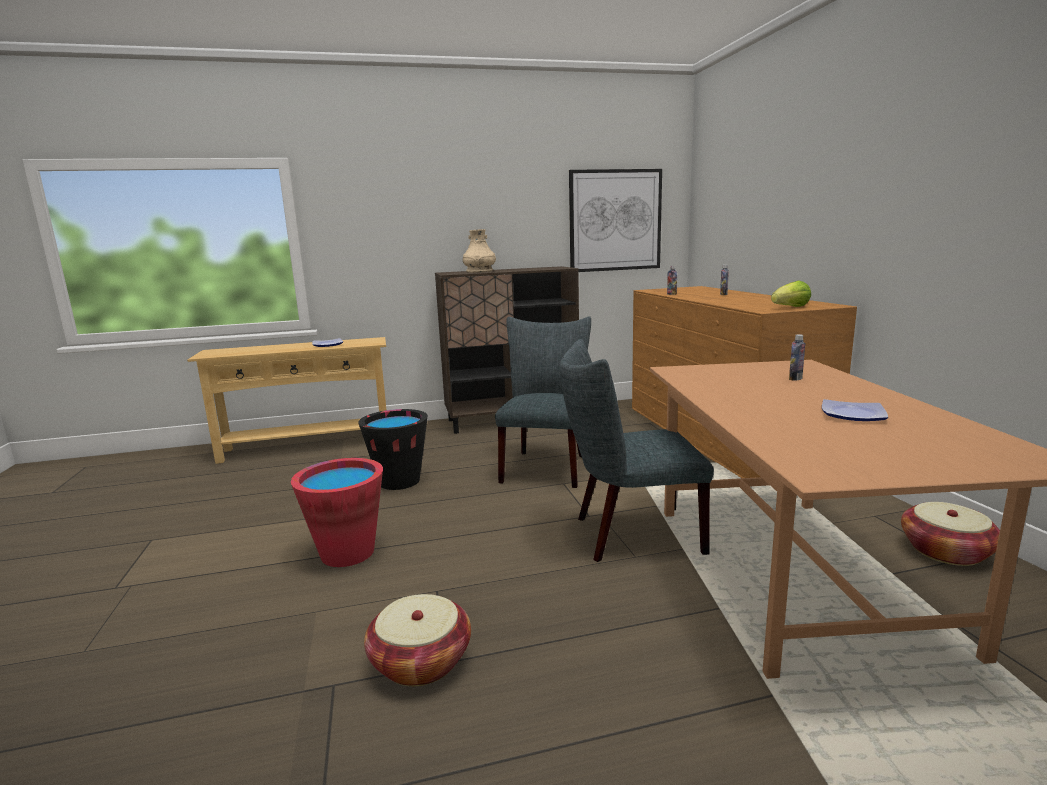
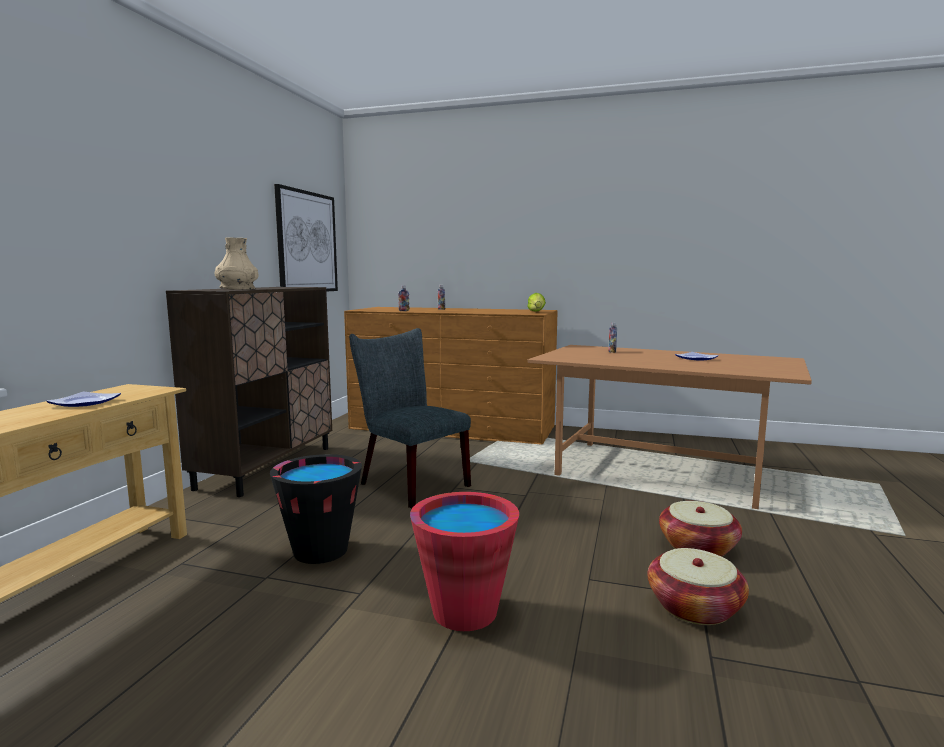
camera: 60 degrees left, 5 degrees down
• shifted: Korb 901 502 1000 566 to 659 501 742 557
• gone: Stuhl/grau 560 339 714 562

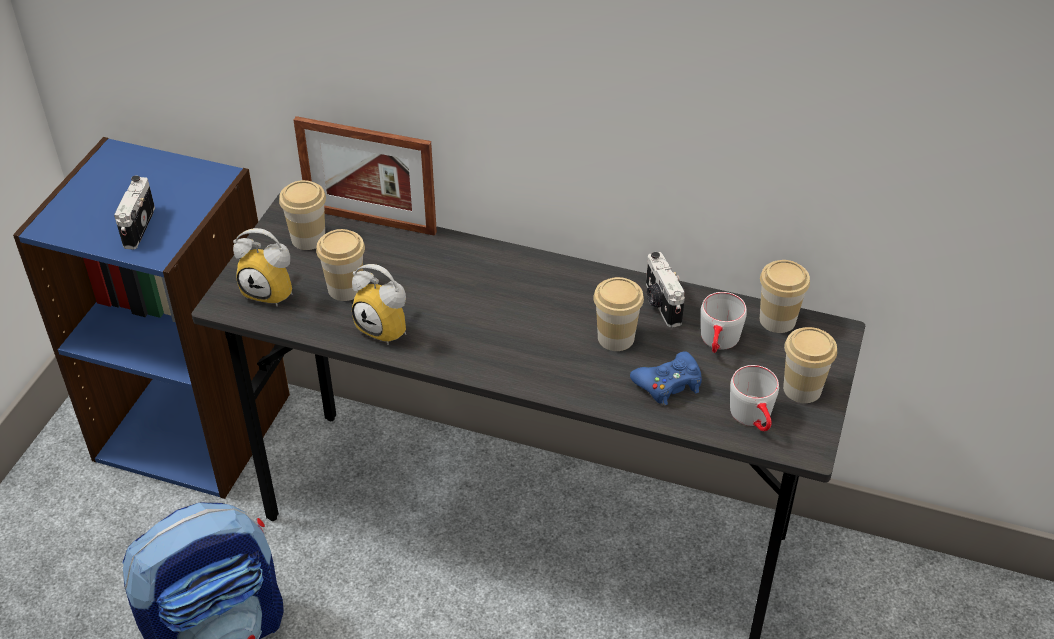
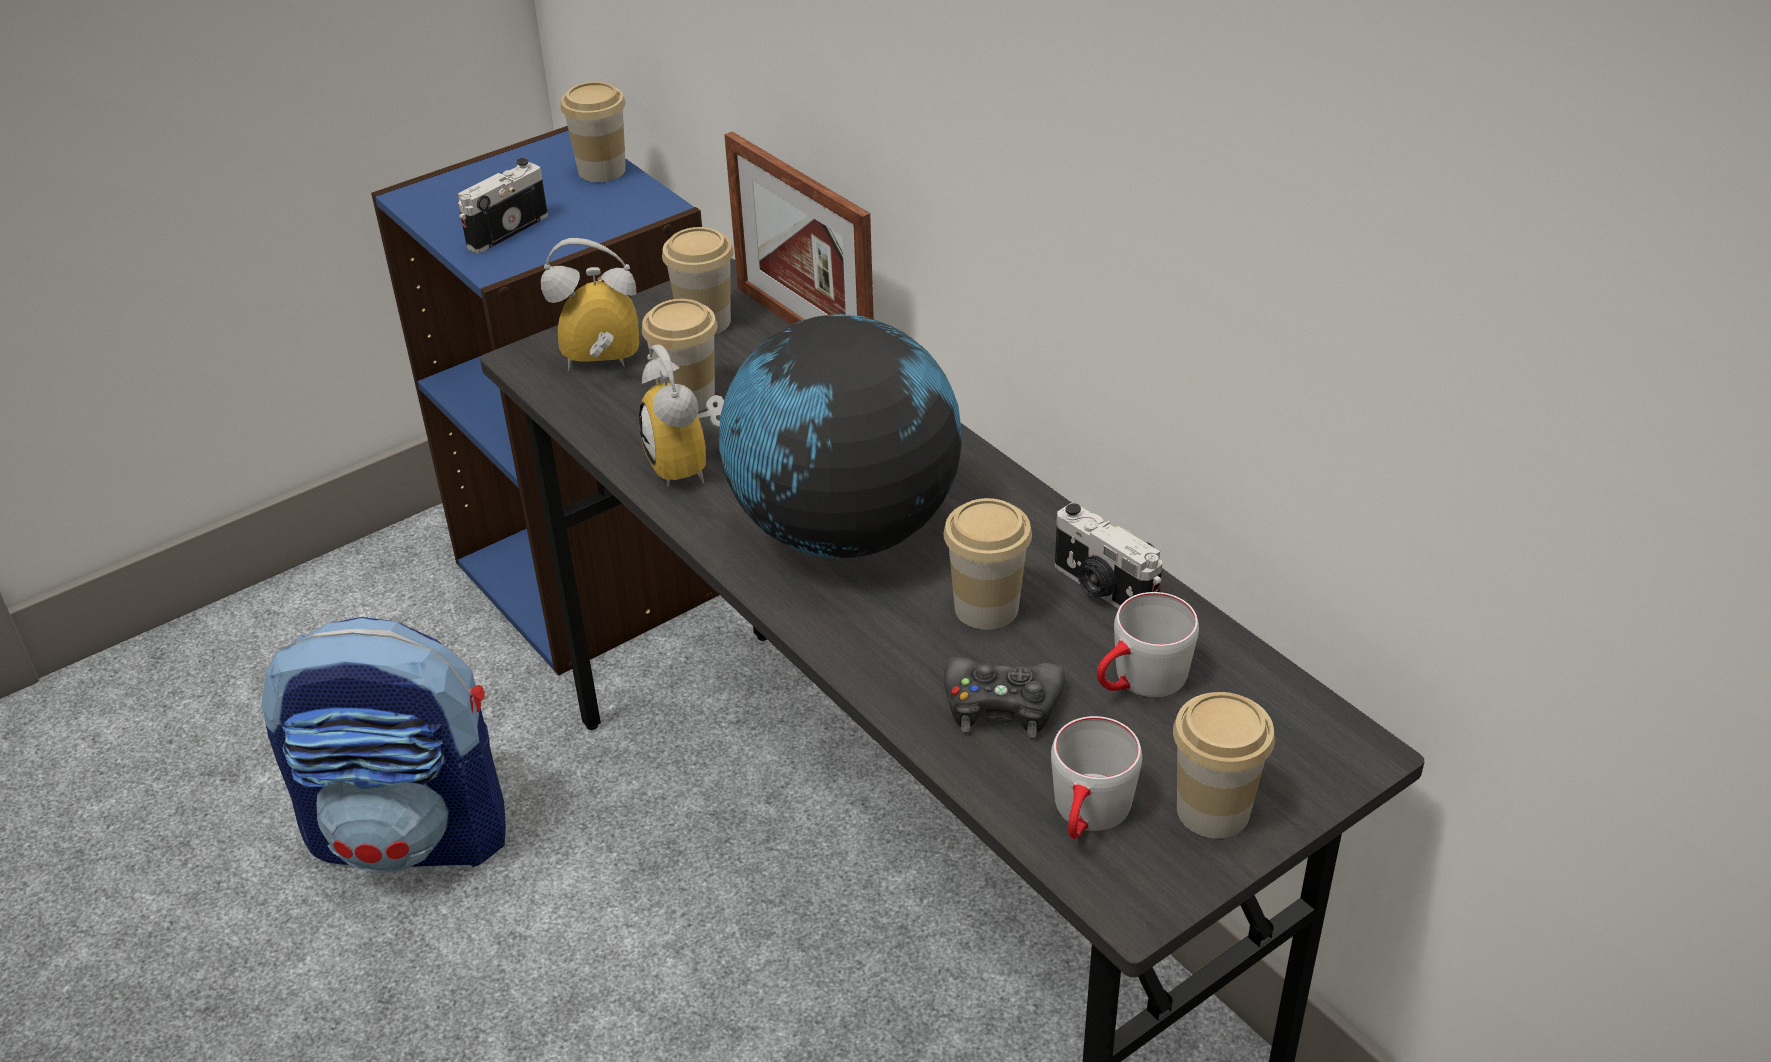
camera: 35 degrees right, 5 degrees down
• rotated: Wecker 233 228 293 306 = 541 238 639 370 120 degrees clockwise
• shifted: Tasse 760 260 810 333 to 561 82 626 182
• new: Globus 719 314 962 558
• repainted: Gamepad/blau 630 351 702 406 to Gamepad/schwarz 944 657 1065 737
• rotated: Kamera 646 252 685 328 = 1055 503 1162 609 60 degrees counterclockwise

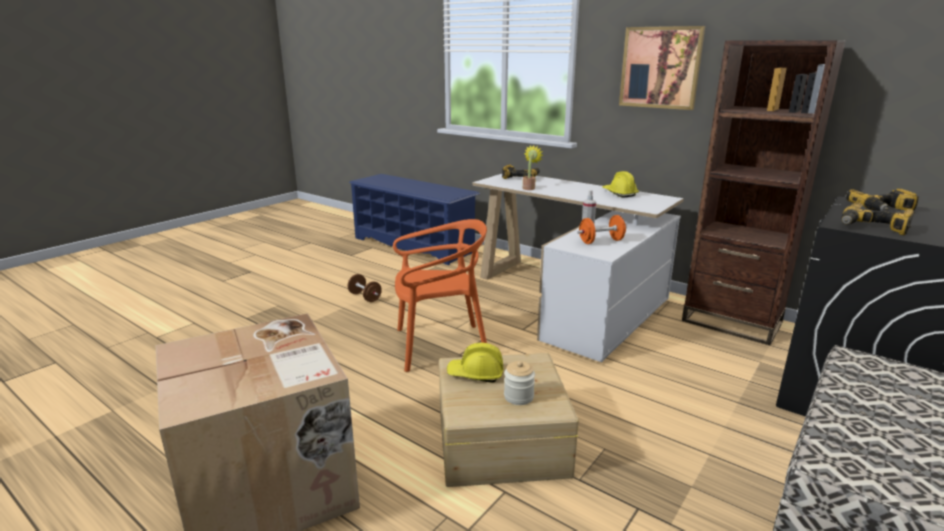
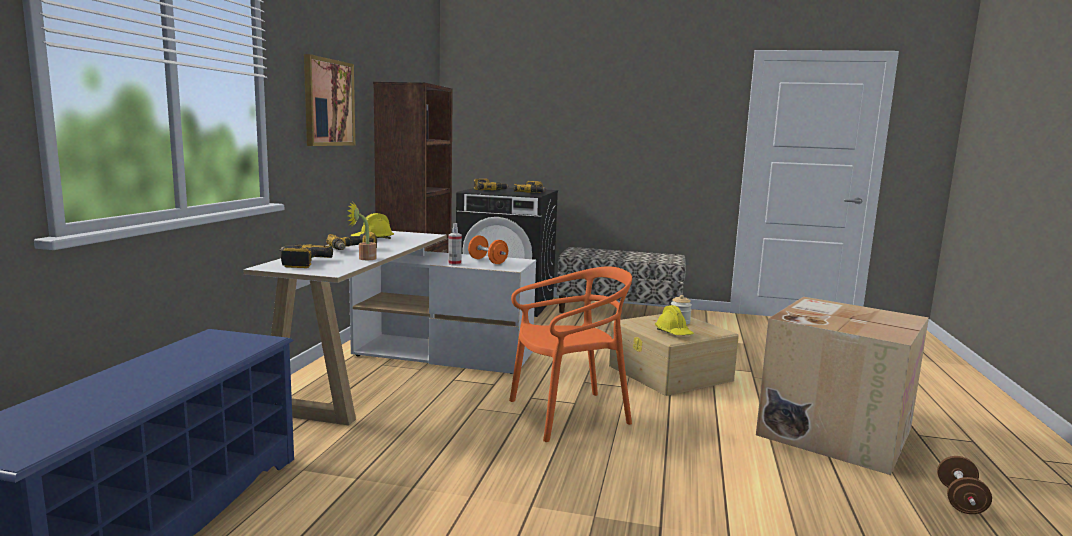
camera: 115 degrees left, 10 degrees down
• new: Bohrmaschine 326 231 377 250
• rotated: Stuhl/orange 393 219 487 372 = 509 266 632 442 105 degrees clockwise
• shifted: Hantel/braun 348 274 382 302 to 937 456 992 514

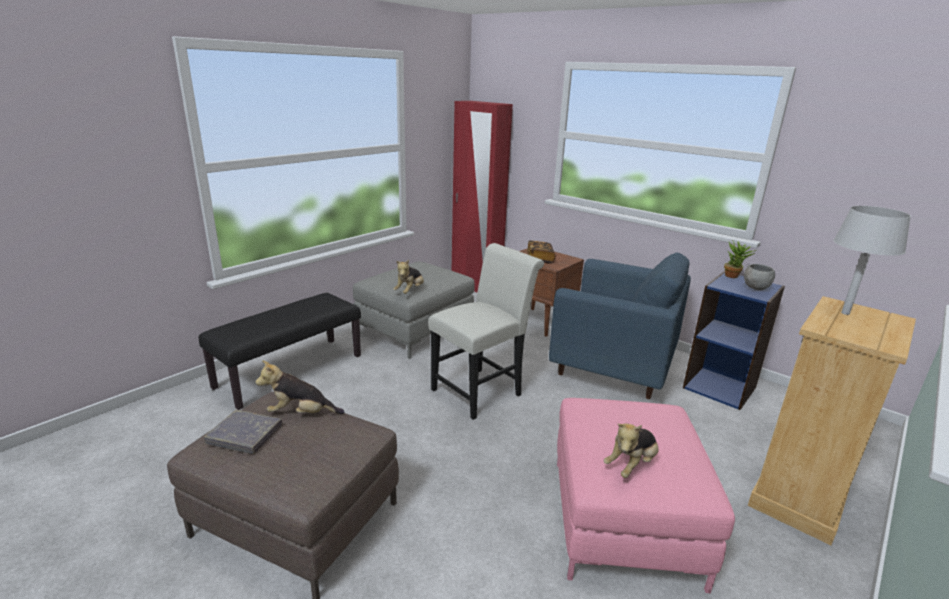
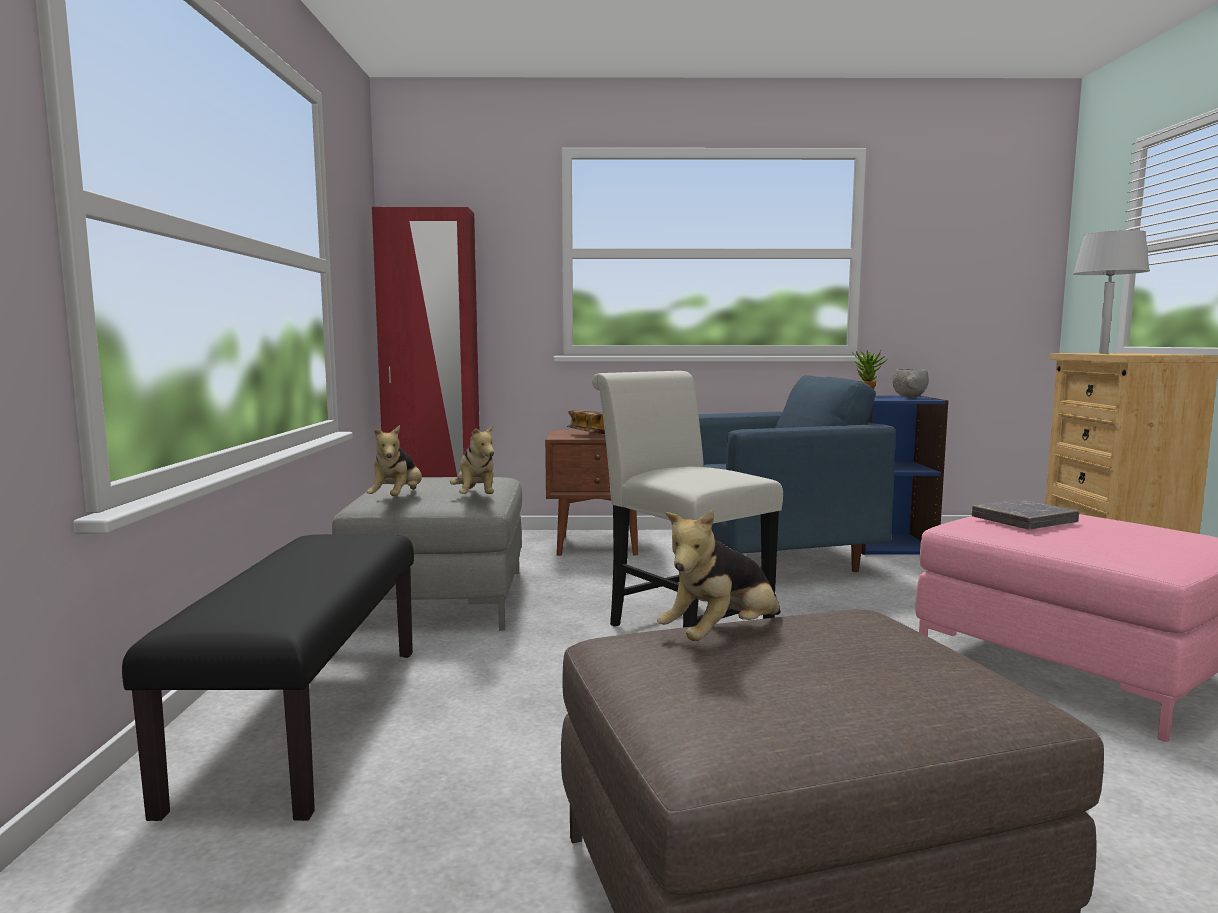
camera: 40 degrees left, 15 degrees down
• shifted: Plüschtier 603 423 659 478 to 367 425 422 496
• rotated: Stuhl/weiß 428 243 544 420 = 592 371 783 628 45 degrees counterclockwise
• shifted: Buch/grau 204 410 283 454 to 972 499 1079 529

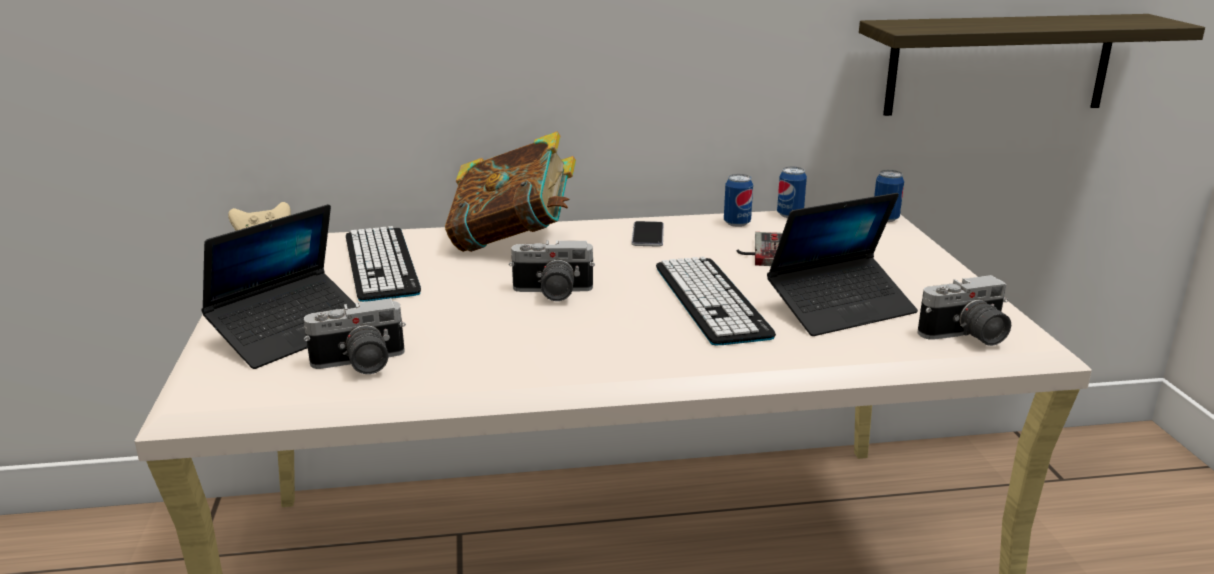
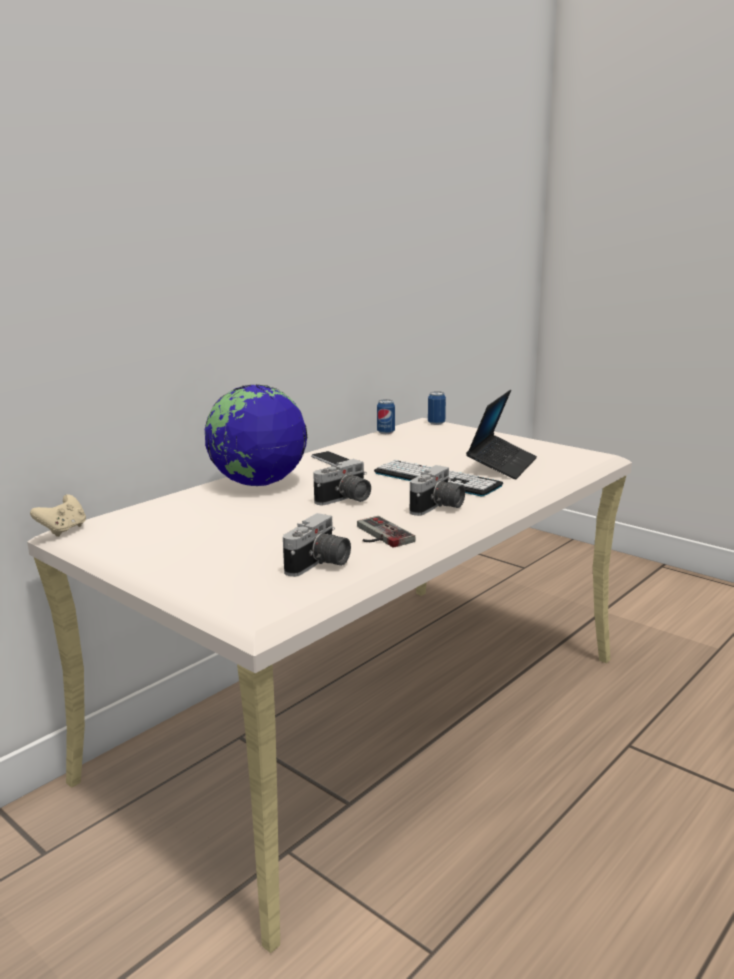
camera: 40 degrees left, 5 degrees down
• swapped: Buch 445 131 576 252 to Globus 205 384 307 486
• shifted: Gamepad 737 232 782 266 to 357 516 416 548
• shifted: Kamera 917 275 1011 346 to 410 465 465 516
• gone: Laptop 201 204 356 369
• gone: Tastatur 346 226 421 302
• gone: Dose 724 174 753 227
• gone: Wandregal 859 14 1205 116

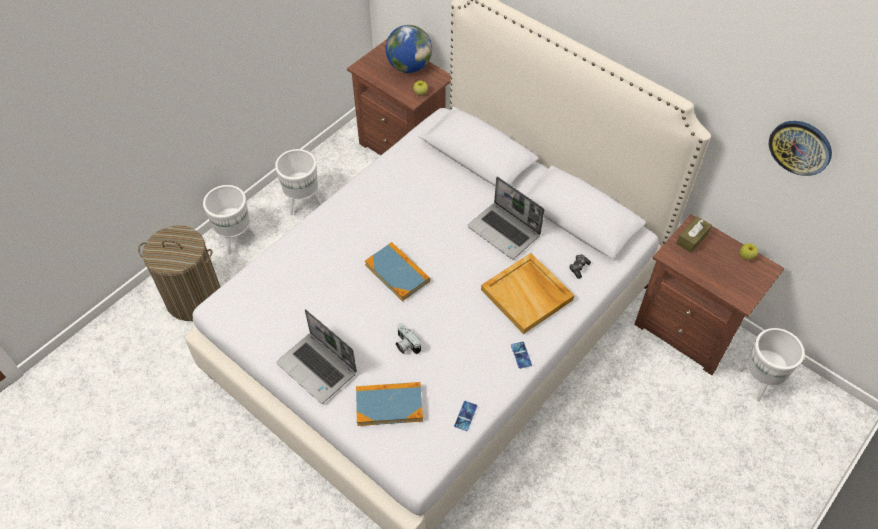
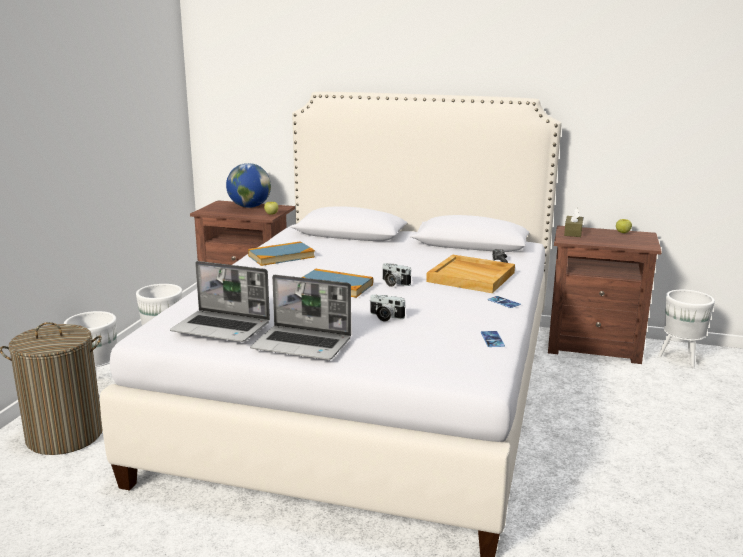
camera: 25 degrees left, 35 degrees down
• shifted: Laptop 467 176 544 259 to 170 261 270 342
• shifted: Buch 356 382 423 426 to 248 241 315 266
• new: Kamera 382 263 411 287
• gone: Wanduhr 769 121 832 176

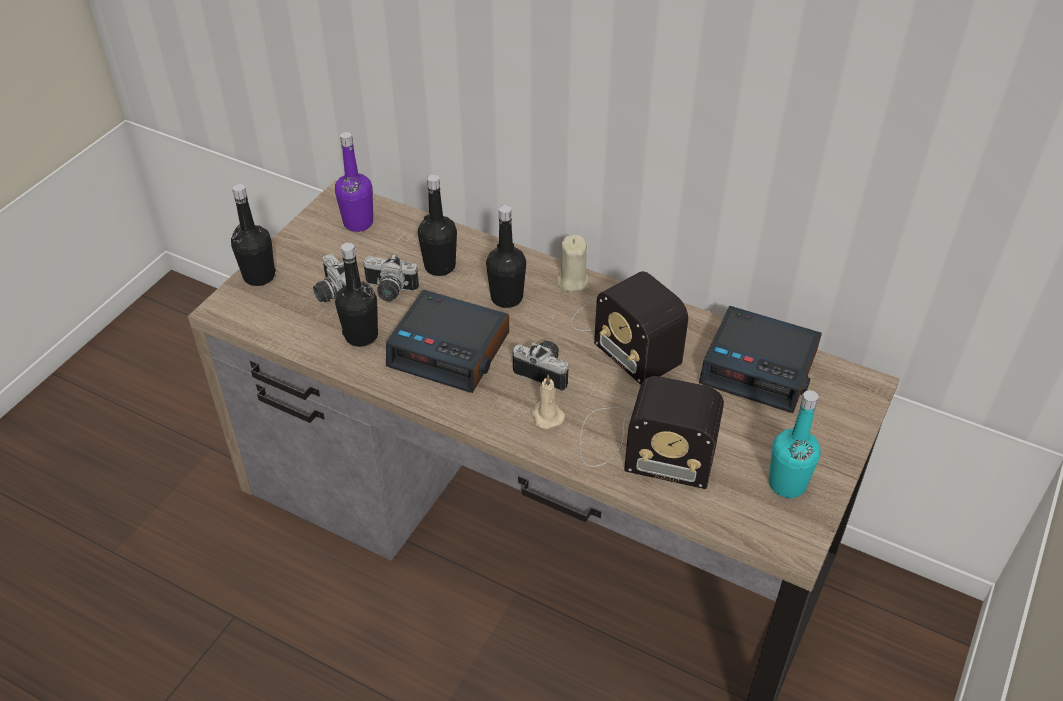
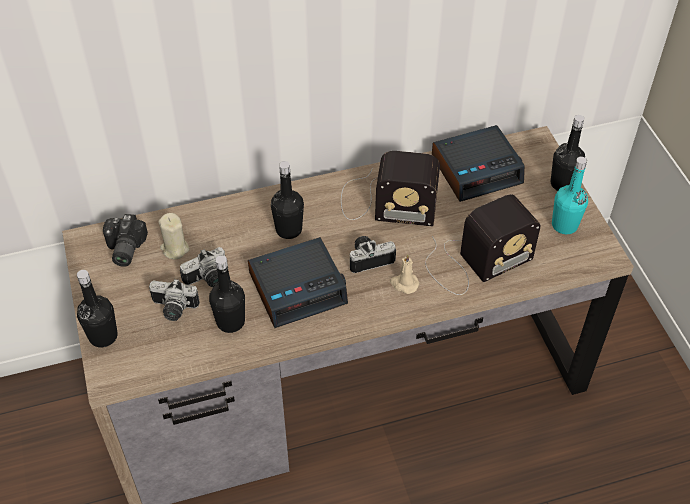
camera: 45 degrees left, 5 degrees up
• swapped: Flasche/lila 335 132 373 232 to Kamera 103 214 148 267
• shifted: Kerze/beige 557 235 588 292 to 159 213 190 259
• shifted: Flasche/schwarz 418 174 457 276 to 551 115 585 191

